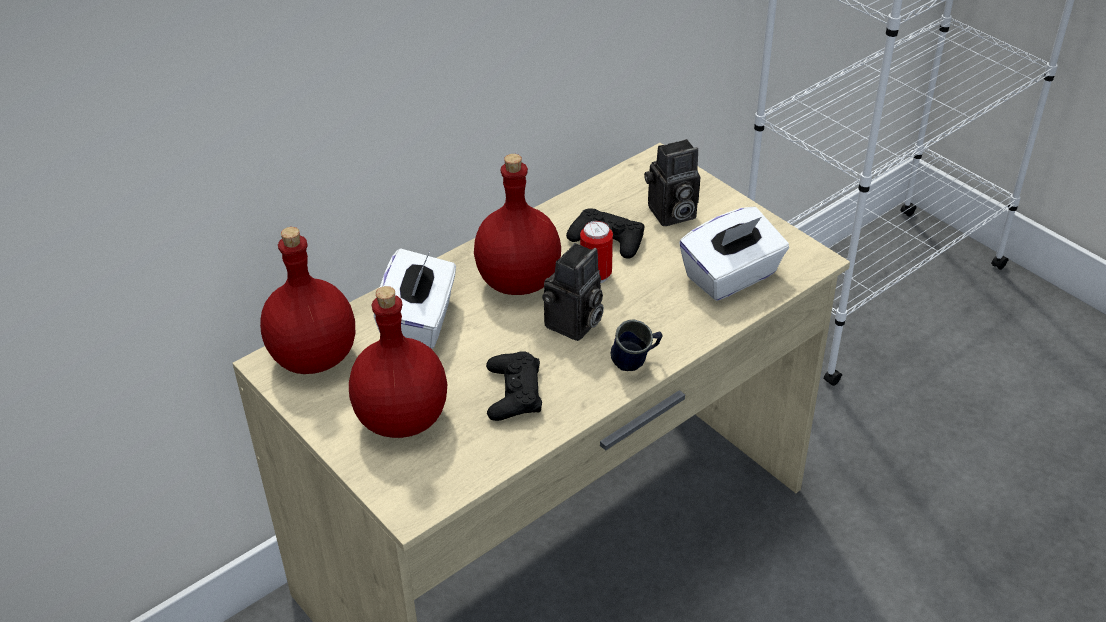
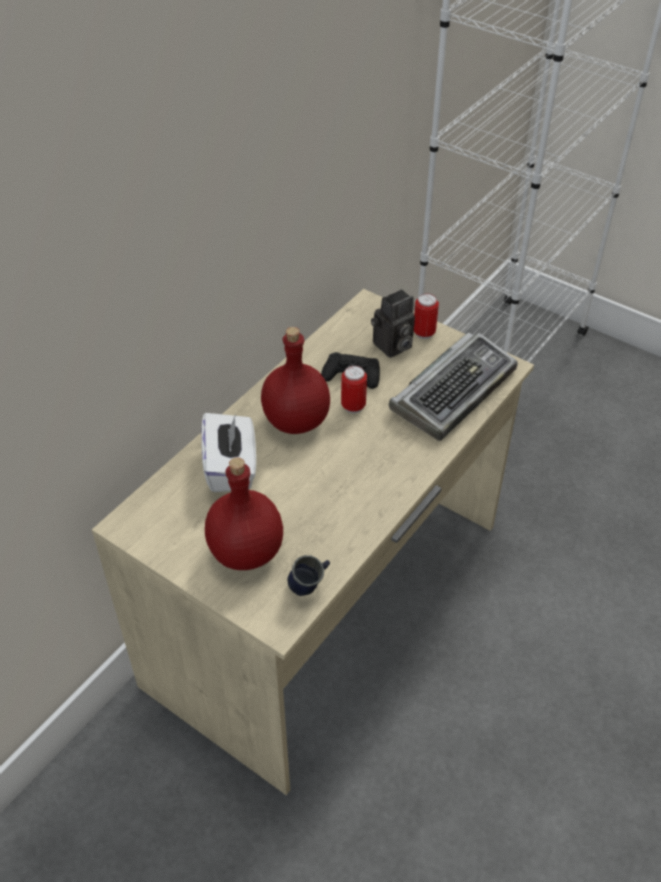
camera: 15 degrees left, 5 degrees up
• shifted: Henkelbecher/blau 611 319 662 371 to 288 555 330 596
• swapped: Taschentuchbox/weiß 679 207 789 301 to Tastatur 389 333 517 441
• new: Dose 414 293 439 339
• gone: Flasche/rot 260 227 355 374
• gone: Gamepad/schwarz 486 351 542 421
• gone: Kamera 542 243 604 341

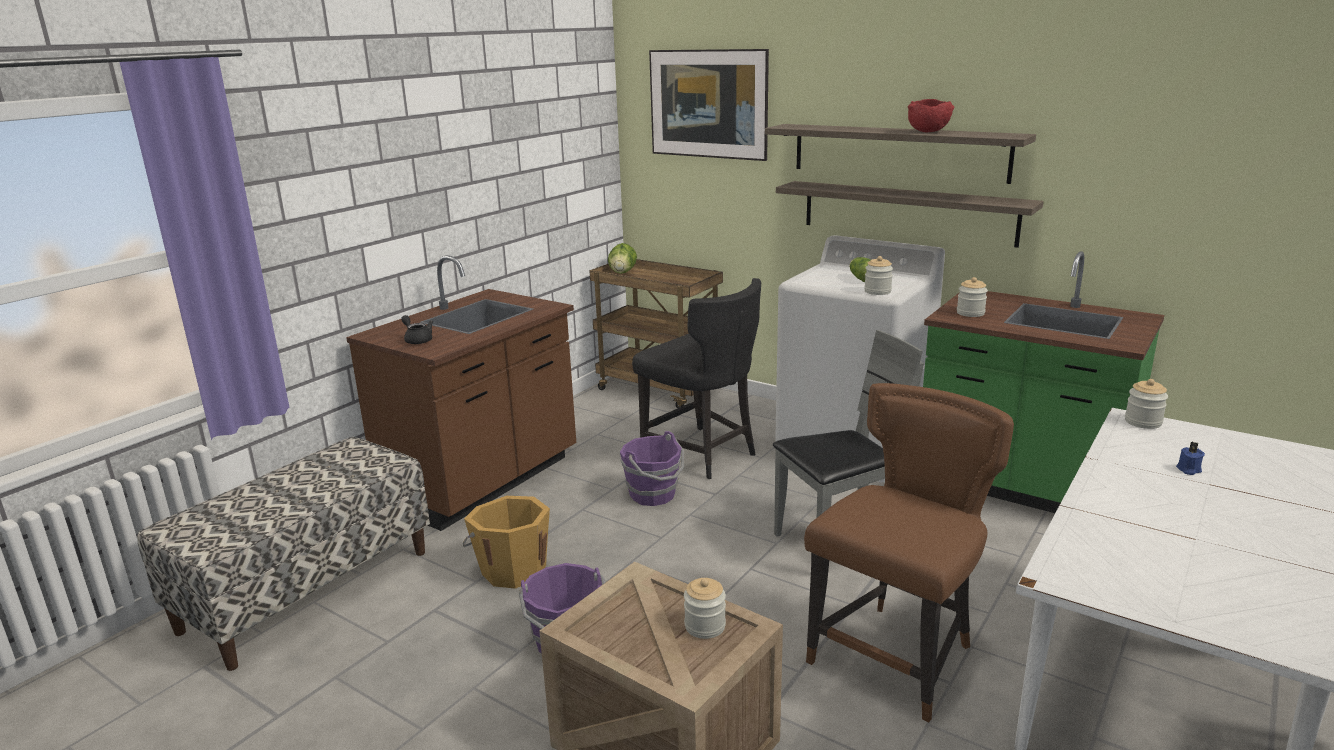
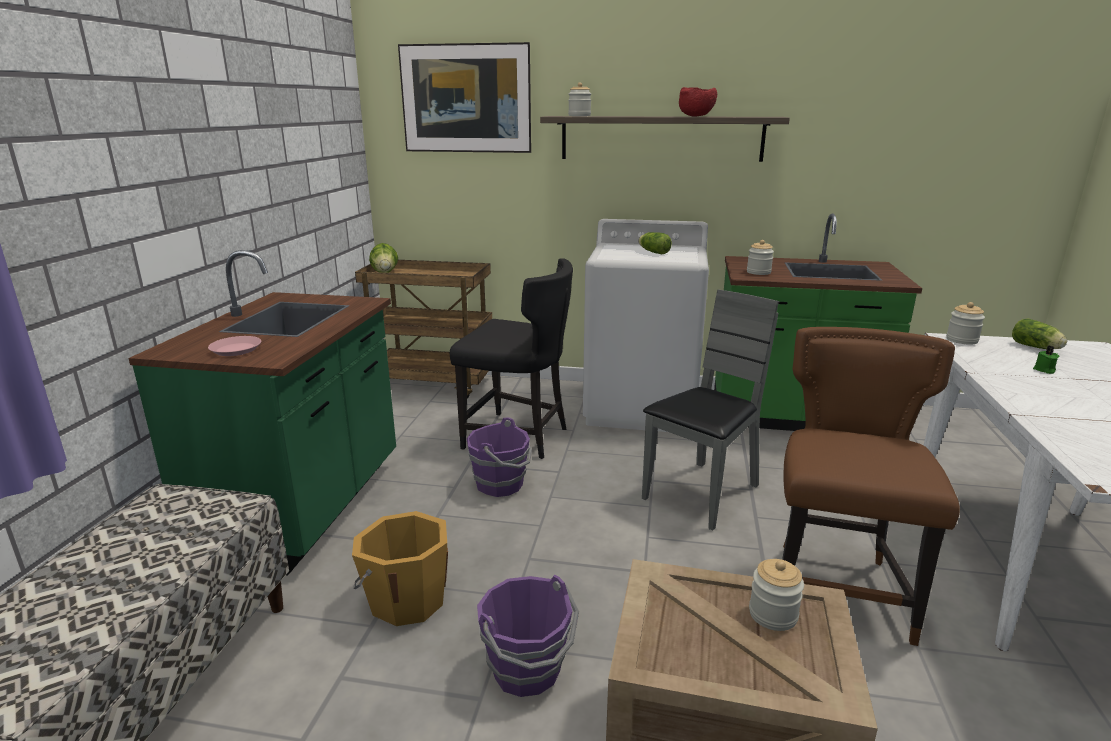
camera: 25 degrees left, 0 degrees up
• repainted: Küchenzeile/braun 346 255 576 531 to Küchenzeile/grün 128 250 396 575
• swapped: Teekanne/schwarz 401 315 433 344 to Teller/rosa 208 336 261 356
• shifted: Vorratsglas 864 256 893 295 to 568 82 591 116
• new: Salatkopf 1012 319 1067 349
• repainted: Kerze/blau 1176 442 1205 475 to Kerze/grün 1033 346 1059 374
• gone: Wandregal 776 181 1044 248

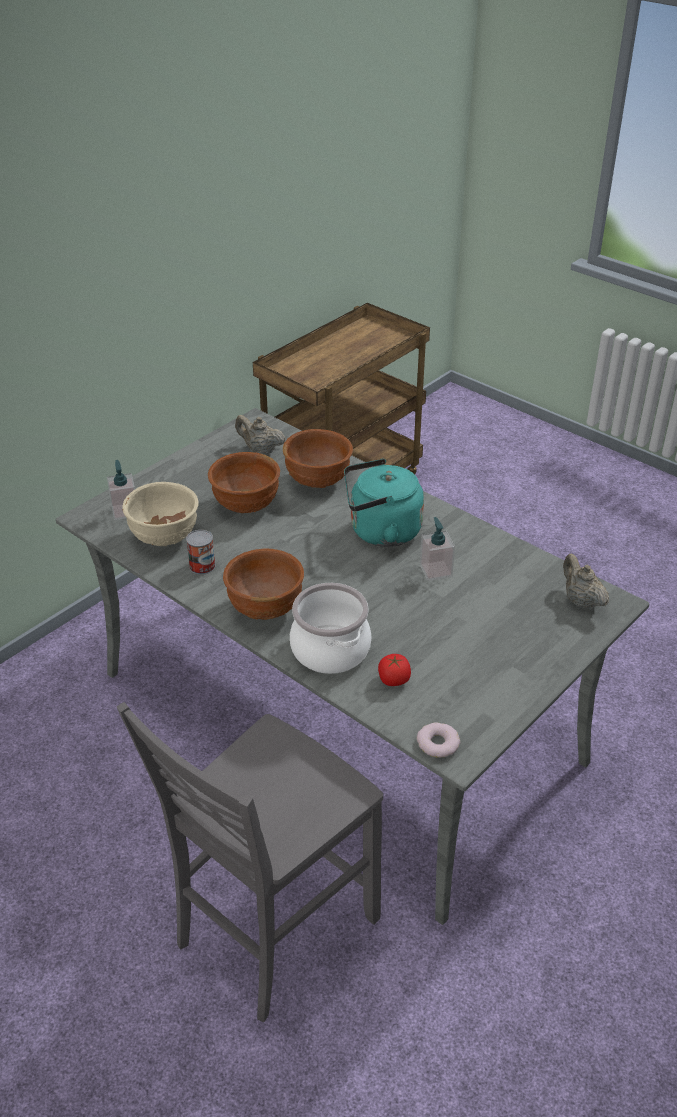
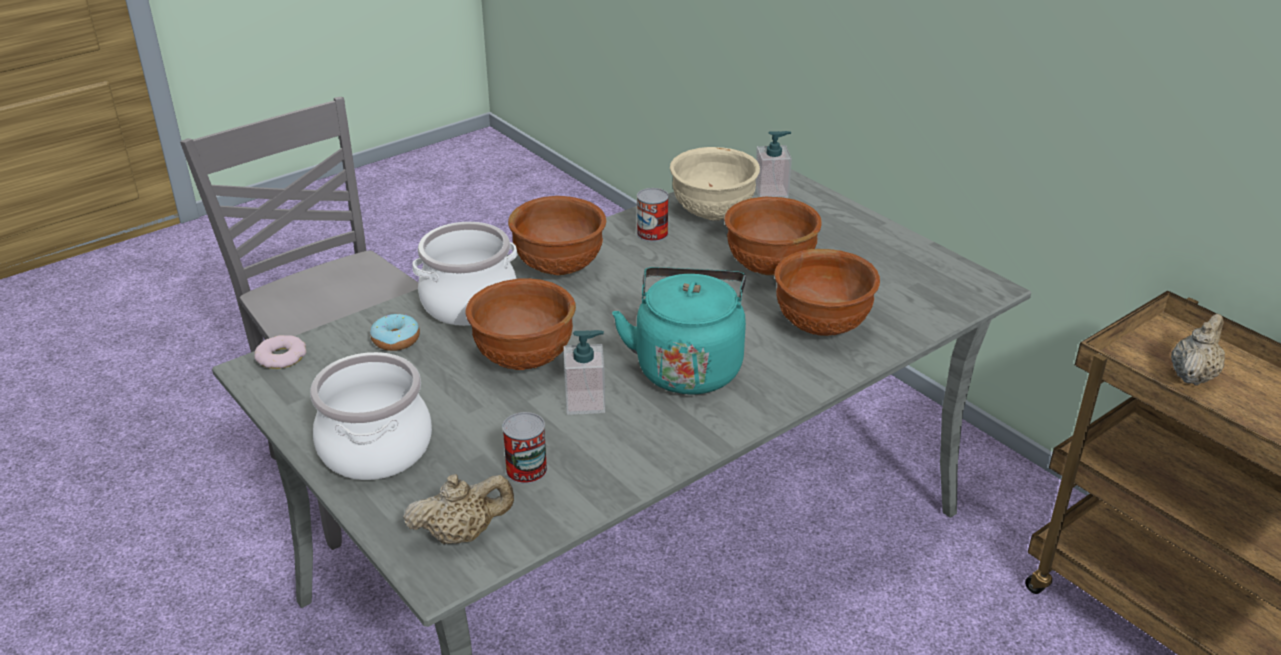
camera: 100 degrees right, 5 degrees down
• new: Kochtopf 310 352 432 480
• swapped: Tomate 378 654 411 686 to Donut 370 314 420 351
• new: Schüssel/braun 466 278 576 370
• new: Dose 502 412 547 484
• shifted: Teekanne/beige 235 415 286 454 to 1171 314 1225 386

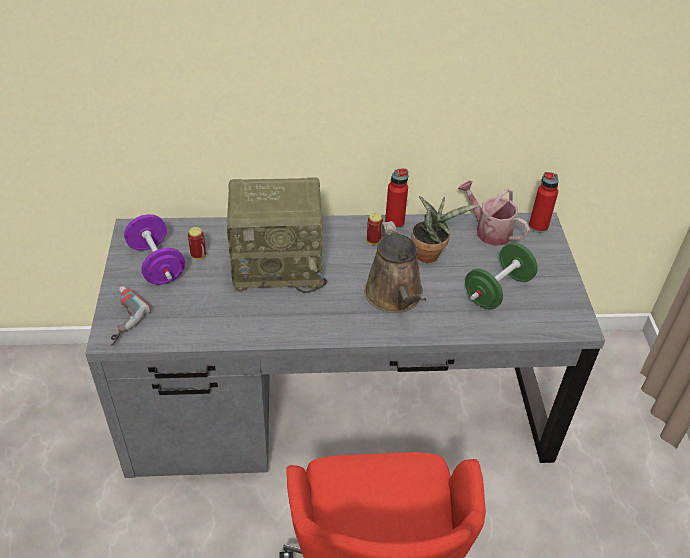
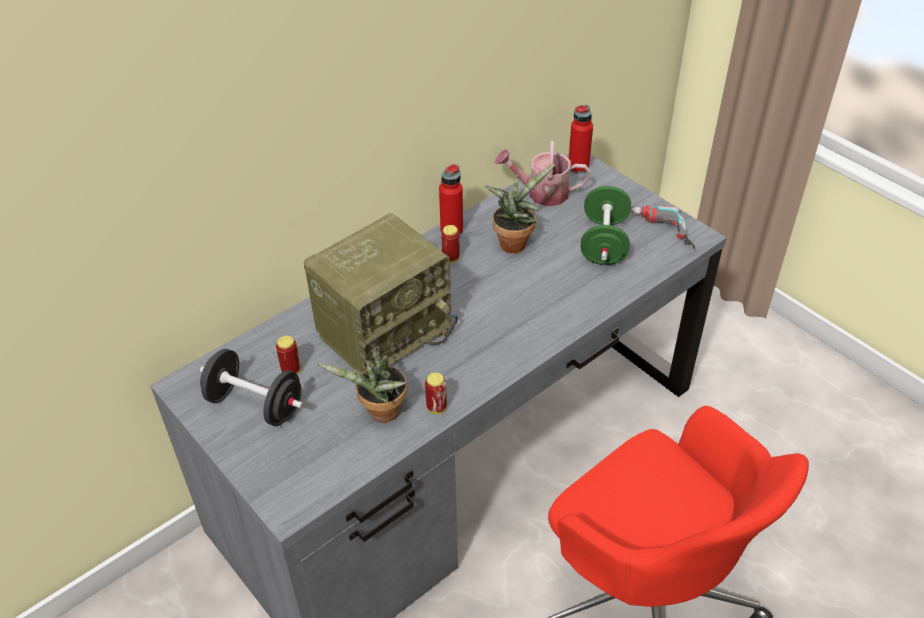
camera: 35 degrees left, 0 degrees up
• repainted: Hantel/lila 124 214 185 285 to Hantel/schwarz 200 349 304 426
• new: Topfpflanze 317 350 407 423
• new: Dose 425 373 447 414
• shifted: Bohrmaschine 111 286 151 346 to 631 205 695 250
• gone: Gießkanne/braun 364 221 426 313

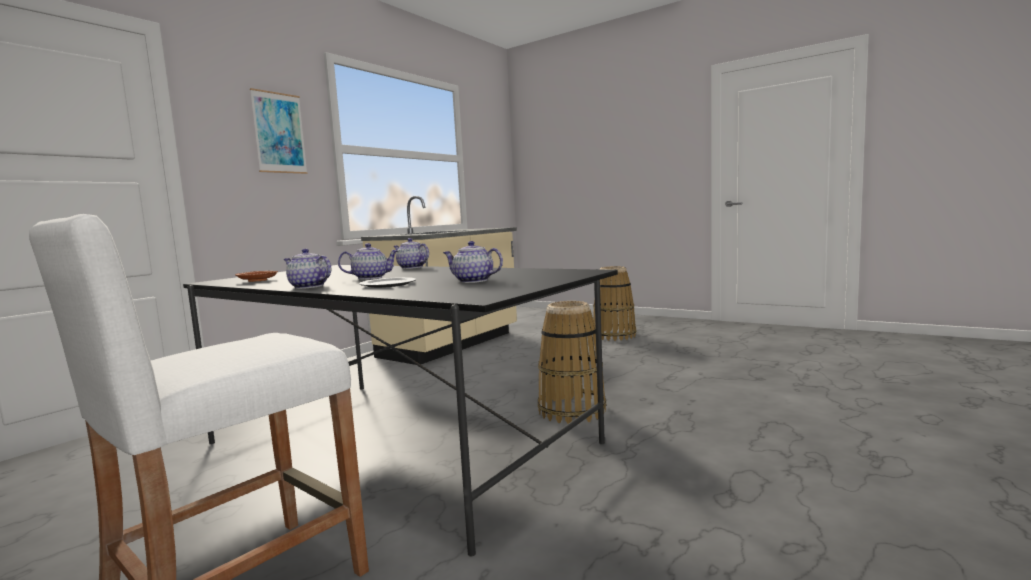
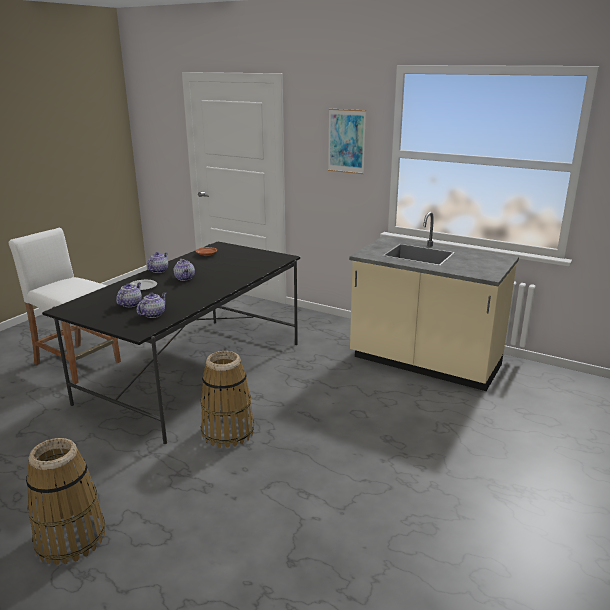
camera: 85 degrees right, 15 degrees up
• shifted: Korb 593 266 636 341 to 26 438 105 565
• shifted: Teekanne 394 238 429 269 to 137 292 166 318

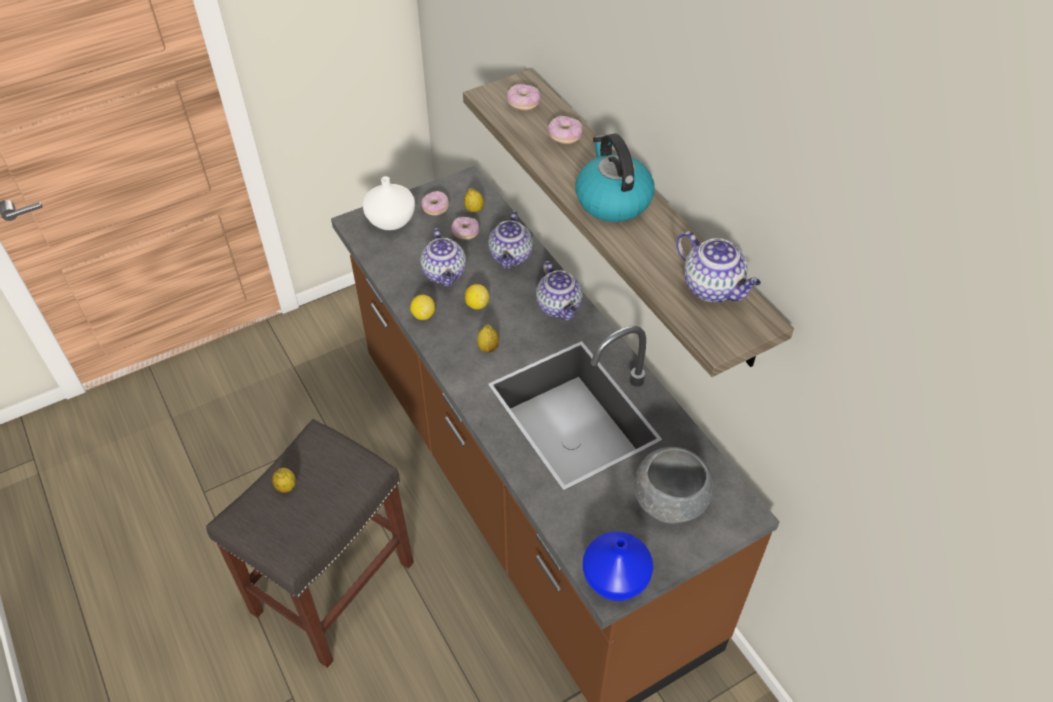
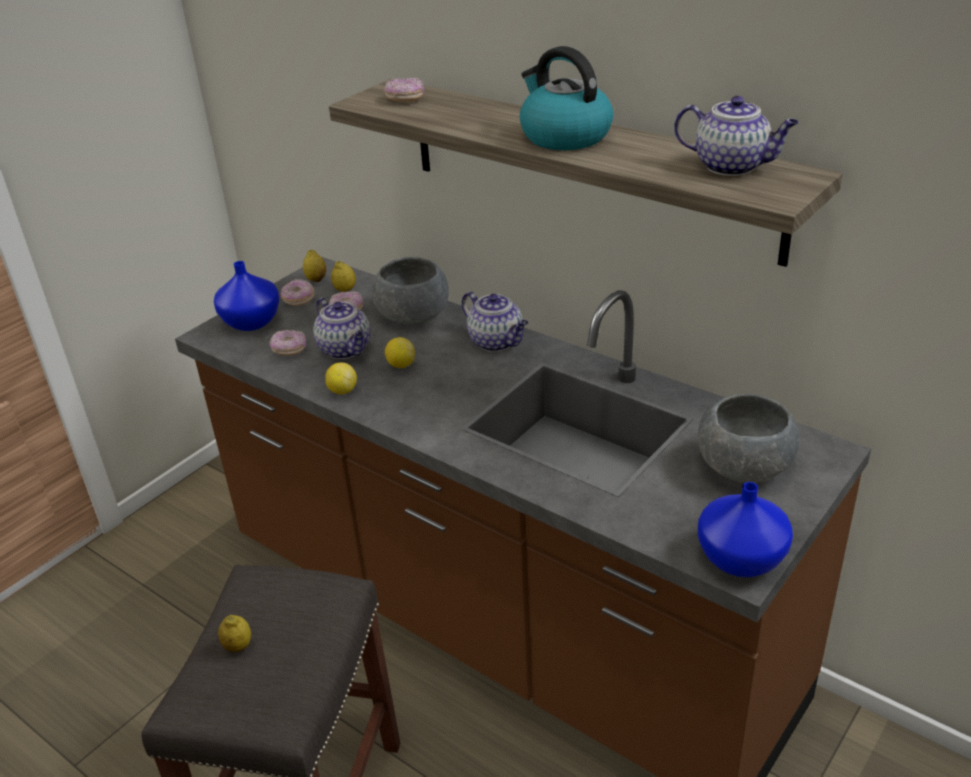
camera: 20 degrees left, 15 degrees down
• repainted: Vase/weiß 363 176 415 230 to Vase/blau 214 261 280 331
• shifted: Donut 548 116 583 144 to 270 330 306 356
• shifted: Zitrone 477 325 499 353 to 303 250 326 282
• swapped: Teekanne 488 211 533 269 to Schüssel/grau 372 257 449 324

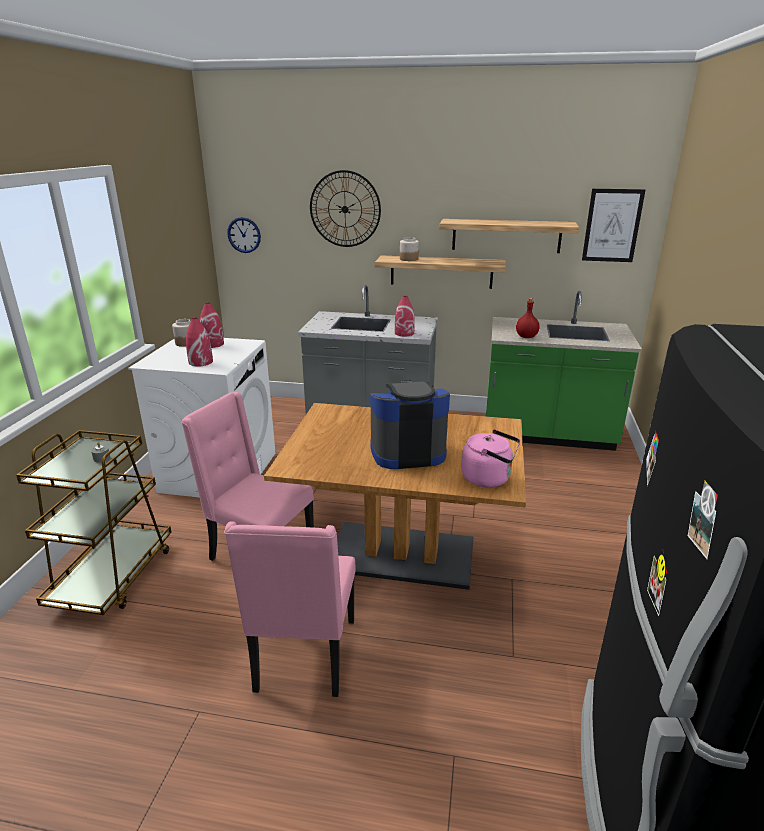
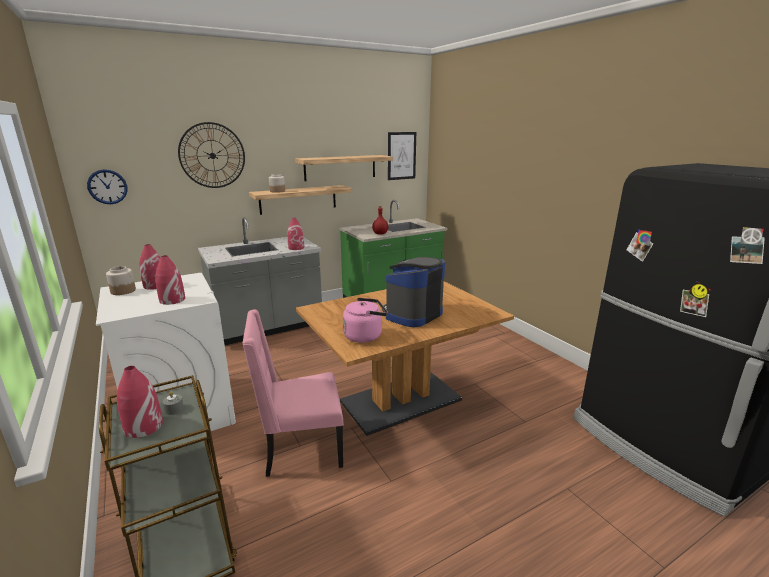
camera: 40 degrees left, 5 degrees down
• new: Vase/rot 117 366 163 438
• shifted: Wasserkessel/rosa 461 429 520 488 to 343 298 388 343
• gone: Stuhl/rosa 224 521 356 697

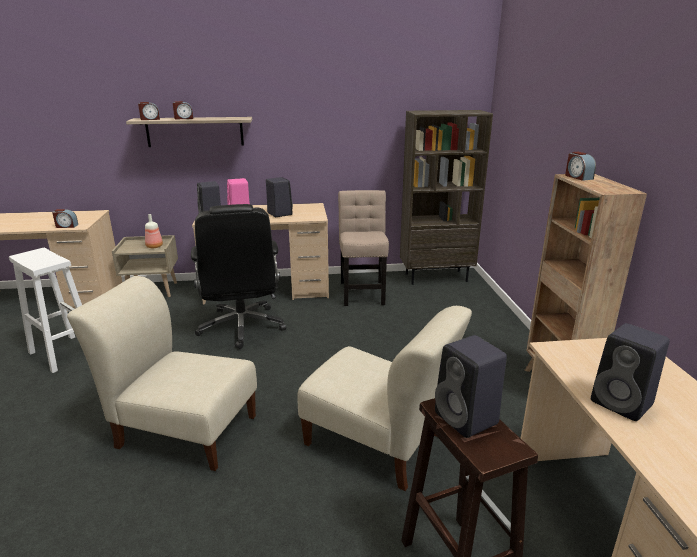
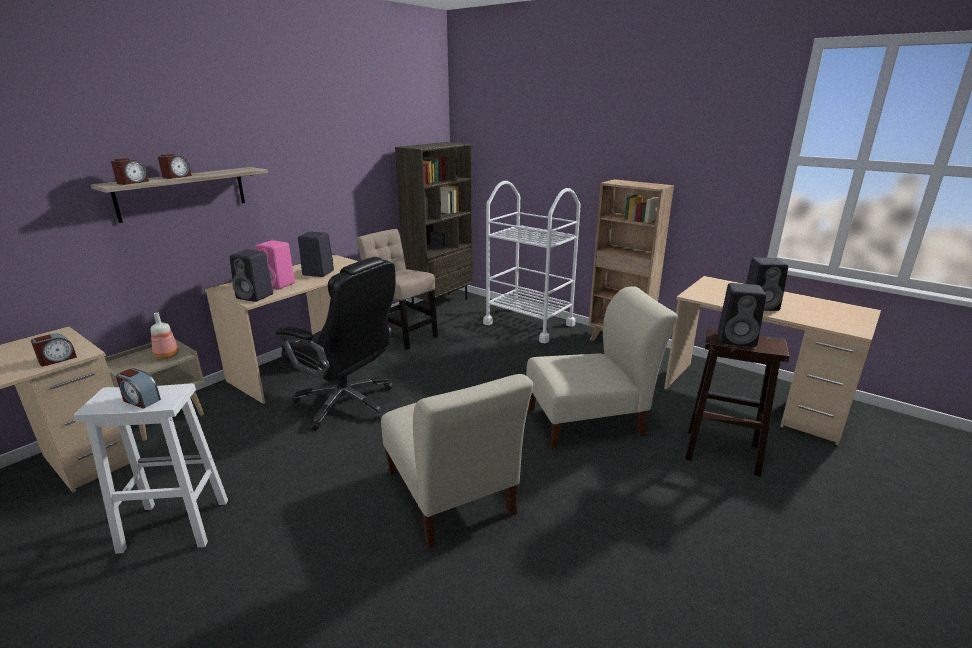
camera: 45 degrees left, 0 degrees up
• shifted: Wecker 565 152 596 181 to 116 368 161 409
• rotated: Stuhl/beige 67 276 257 471 = 381 374 533 548 90 degrees counterclockwise
• new: Rollwagen/weiß 483 181 581 343

